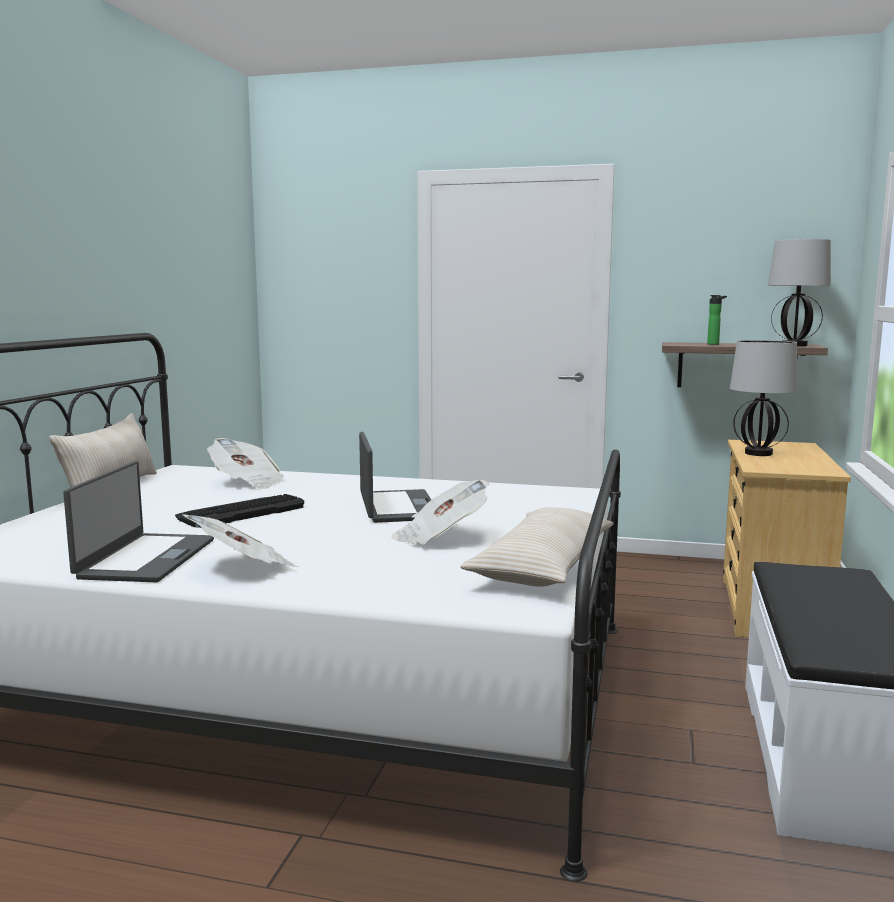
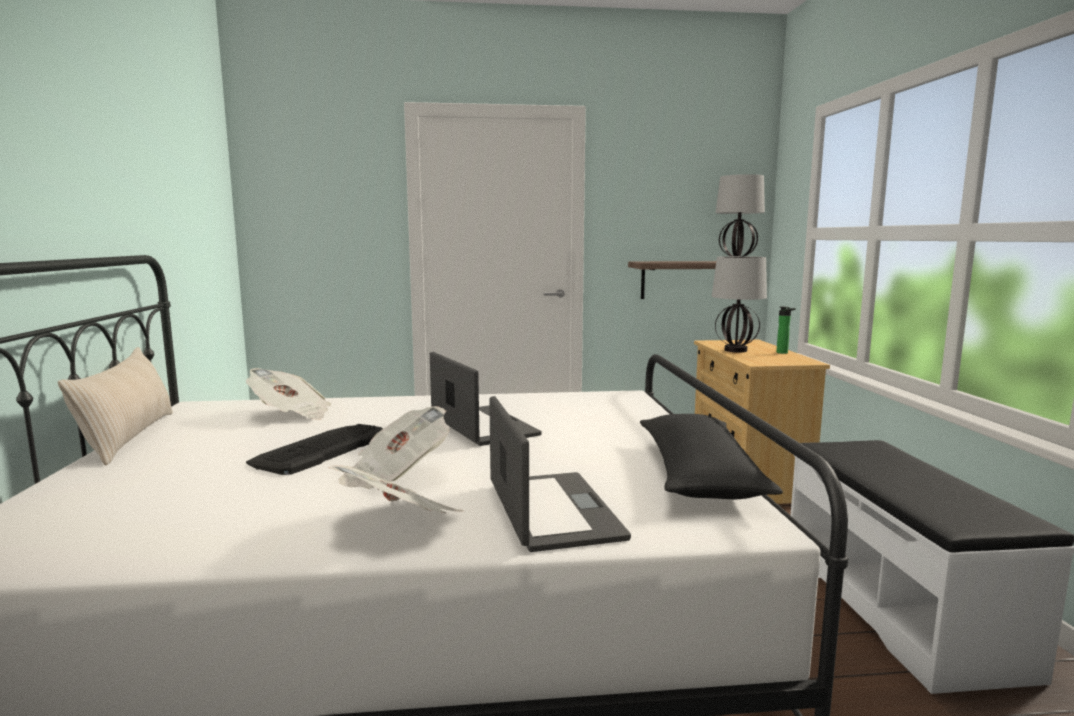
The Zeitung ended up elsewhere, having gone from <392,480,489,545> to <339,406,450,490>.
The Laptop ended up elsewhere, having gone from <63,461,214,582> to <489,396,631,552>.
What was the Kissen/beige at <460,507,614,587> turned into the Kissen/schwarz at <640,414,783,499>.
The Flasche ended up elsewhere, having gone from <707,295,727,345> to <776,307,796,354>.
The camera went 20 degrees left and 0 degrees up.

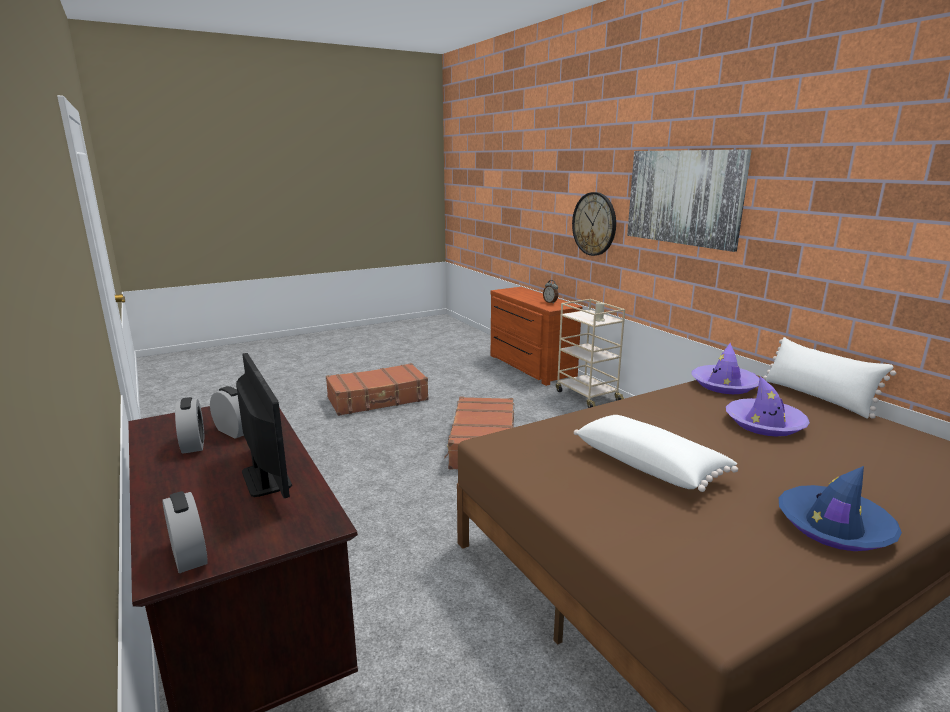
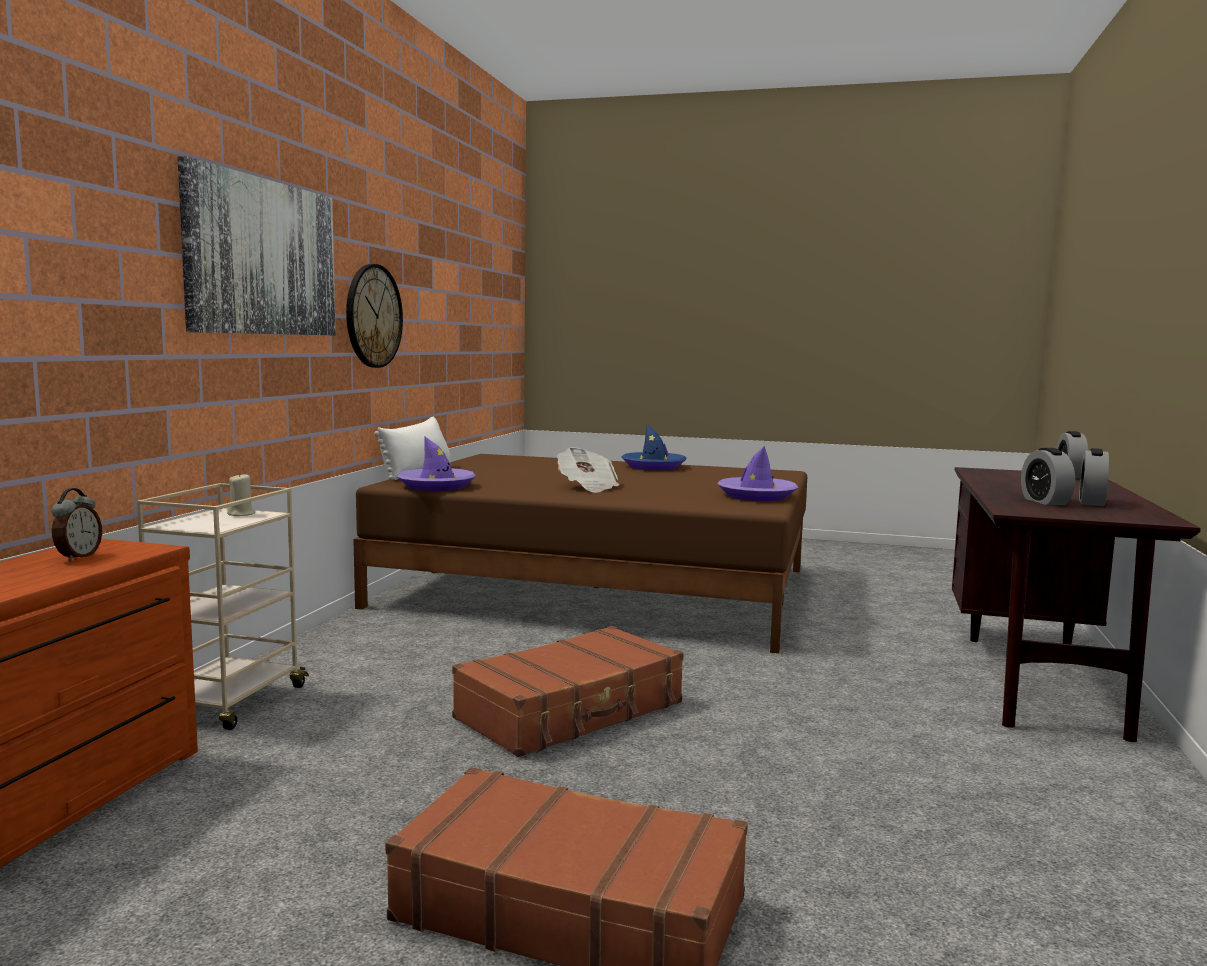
The Wanduhr ended up elsewhere, having gone from <572,192,616,256> to <346,264,403,368>.
The second view gained the Zeitung at <557,447,619,493>.
The Hut/lila ended up elsewhere, having gone from <726,376,810,437> to <718,446,799,501>.
The second view lost the Monitor at <236,353,292,498>.
The second view lost the Kissen/weiß at <574,415,738,492>.
The camera went 135 degrees left and 10 degrees down.

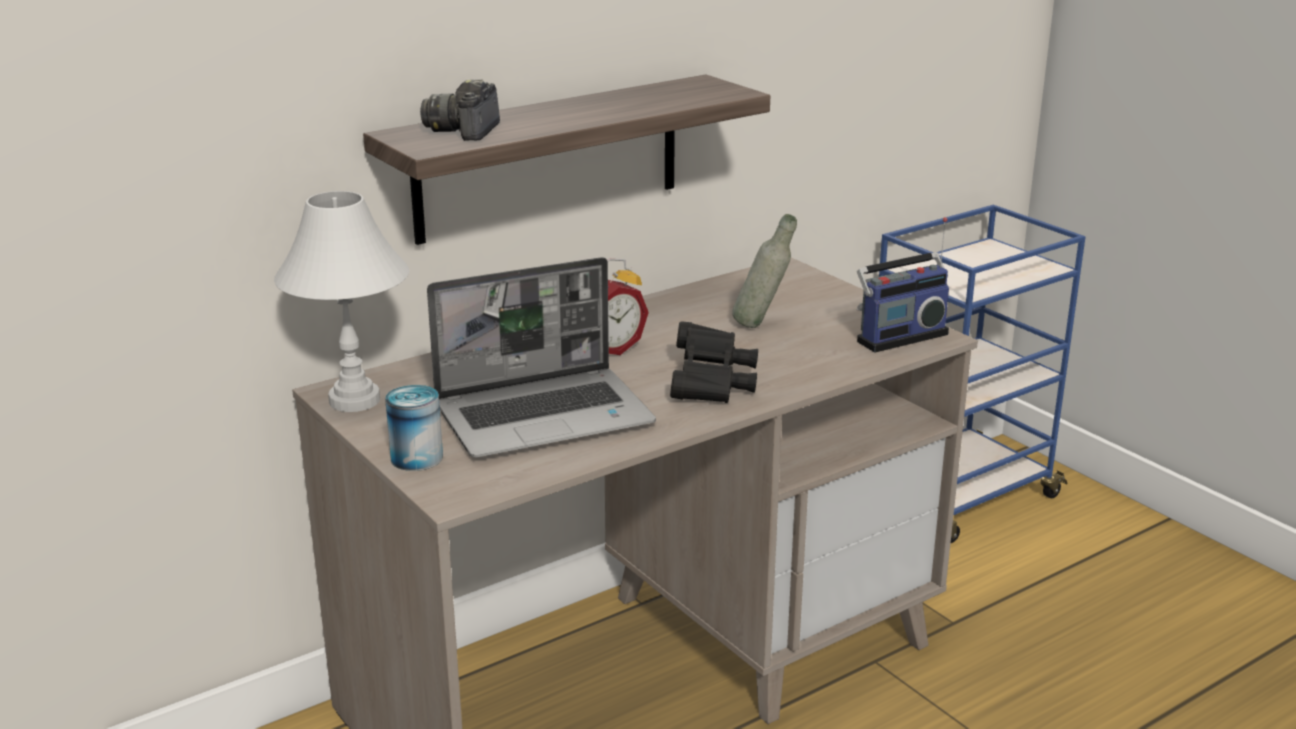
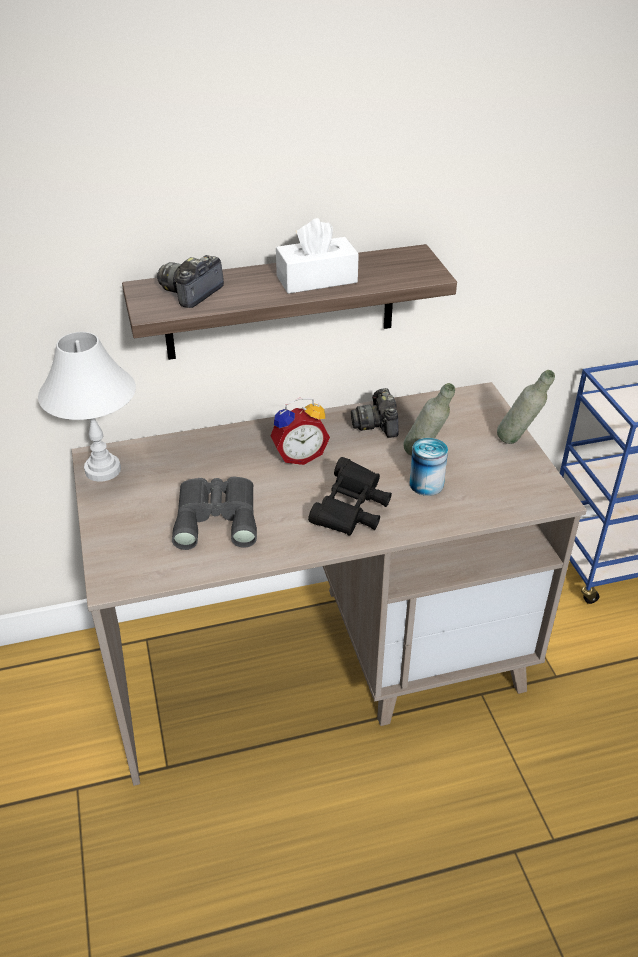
Where the Laptop stood at <427,257,656,457>, the Fernglas/grau came to stand at <172,476,257,550>.
The second view gained the Taschentuchbox/weiß at <276,218,359,294>.
The second view gained the Kamera at <351,388,399,438>.
The Dose ended up elsewhere, having gone from <385,385,443,471> to <410,438,448,496>.
The second view gained the Flasche/grau at <497,370,555,444>.
The second view lost the Radio at <857,217,949,352>.
The camera went 20 degrees right and 15 degrees up.

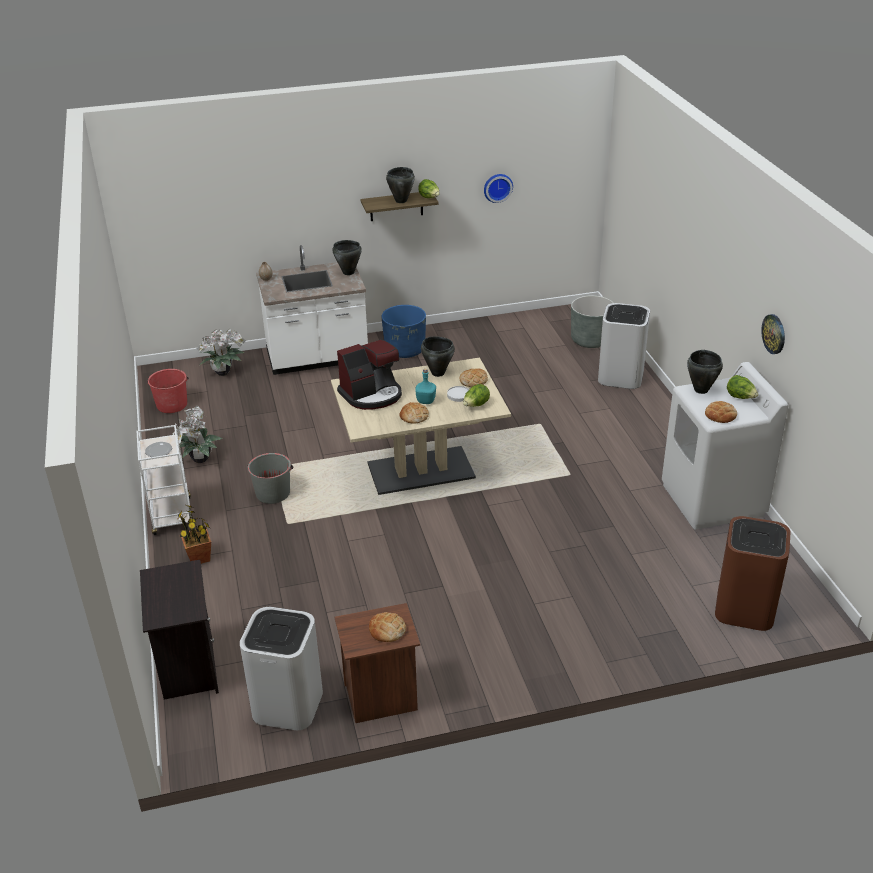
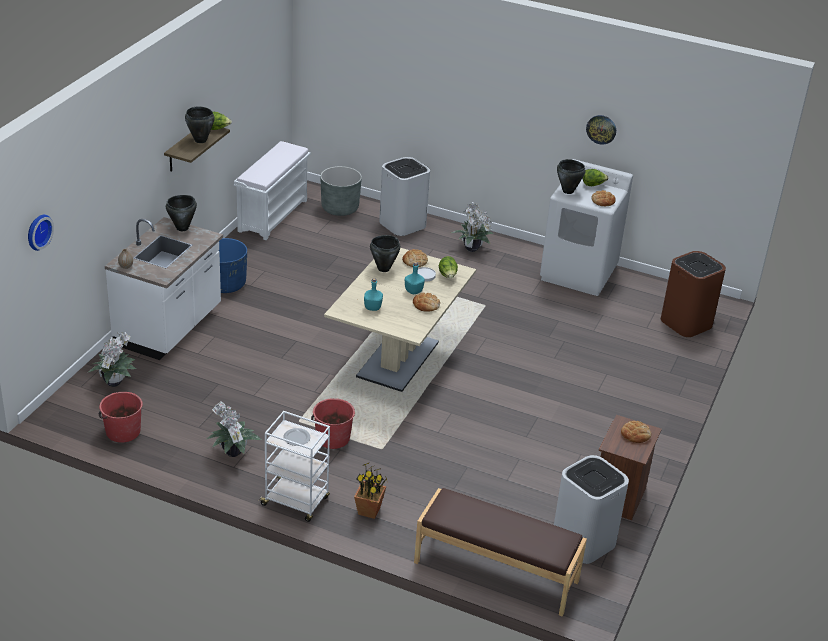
The Wanduhr ended up elsewhere, having gone from <484,174,513,203> to <28,214,54,251>.
The second view gained the Bank/weiß at <234,141,311,240>.
What was the Eimer/grau at <247,453,293,504> turned into the Eimer/rot at <311,398,355,449>.
Where the Kaffeemaschine stood at <337,339,402,410>, the Flasche/türkis came to stand at <364,278,383,311>.
Where the Nachttisch/schwarz stood at <140,560,219,700>, the Bank/braun came to stand at <414,488,587,616>.
The second view gained the Topfpflanze at <451,202,493,252>.
The camera went 55 degrees left and 0 degrees up.

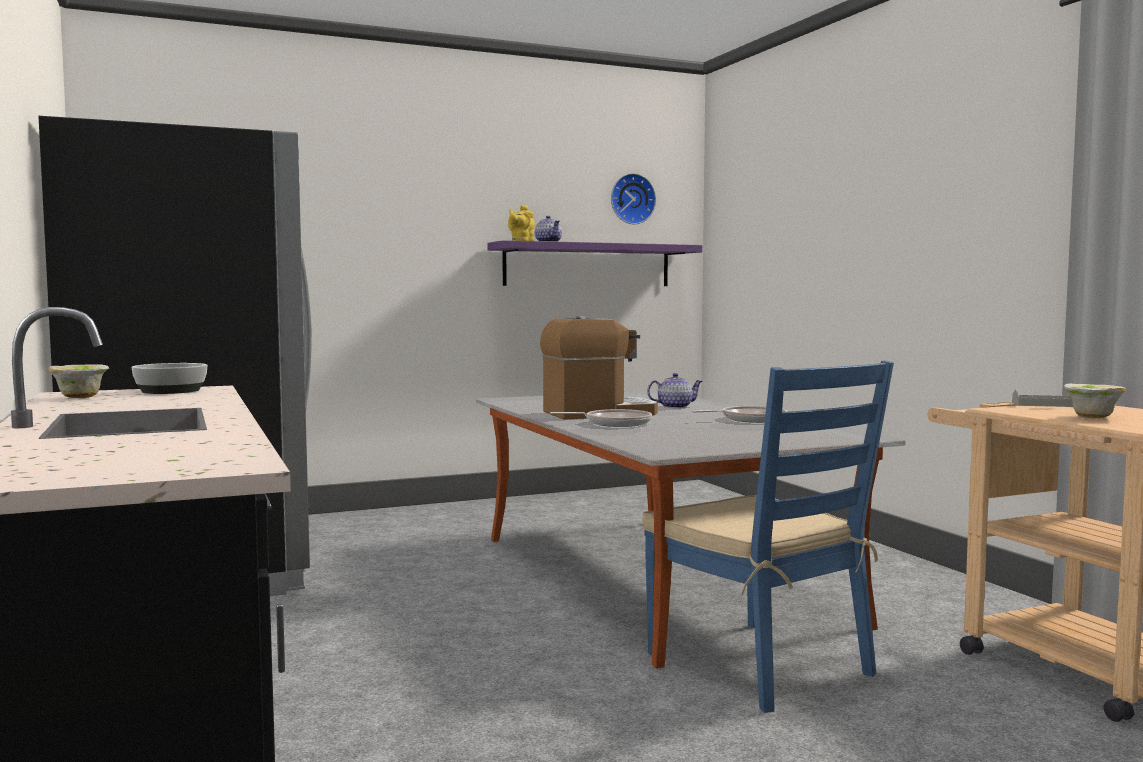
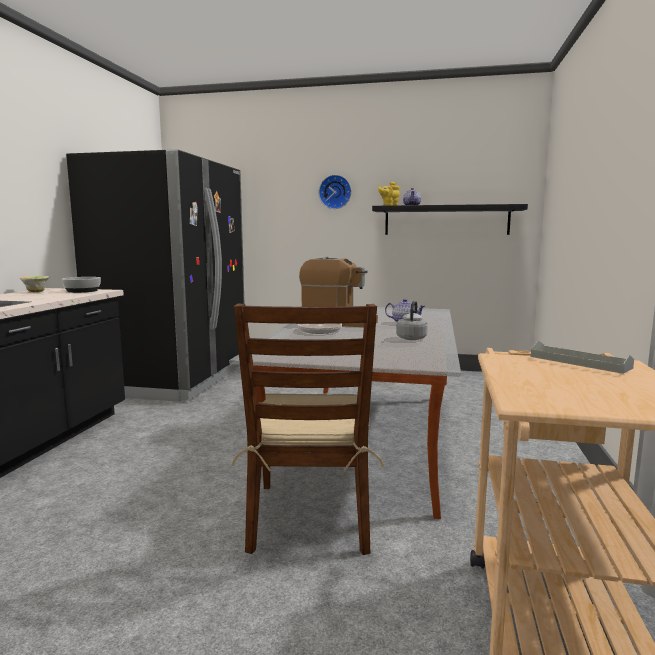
What was the Stuhl/blau at <642,360,894,713> turned into the Stuhl/braun at <231,304,384,555>.
The Wanduhr ended up elsewhere, having gone from <611,173,656,224> to <319,175,351,209>.
What was the Wandregal/lila at <487,240,702,286> turned into the Wandregal/schwarz at <372,204,528,235>.
Where the Pfanne stood at <692,406,787,423>, the Wasserkessel/grau came to stand at <396,301,428,340>.
The second view lost the Schüssel at <1064,384,1126,418>.
The camera went 35 degrees right and 5 degrees up.

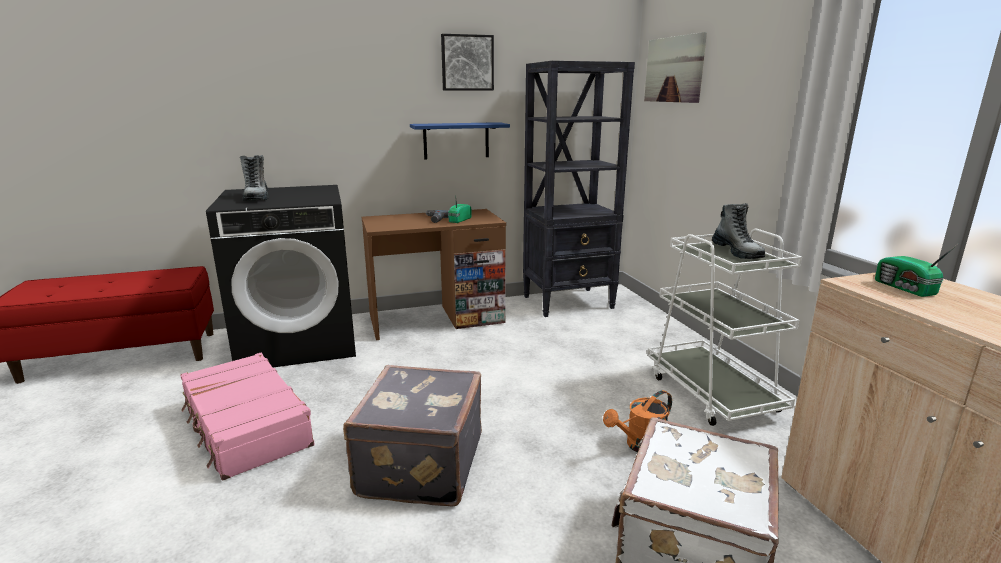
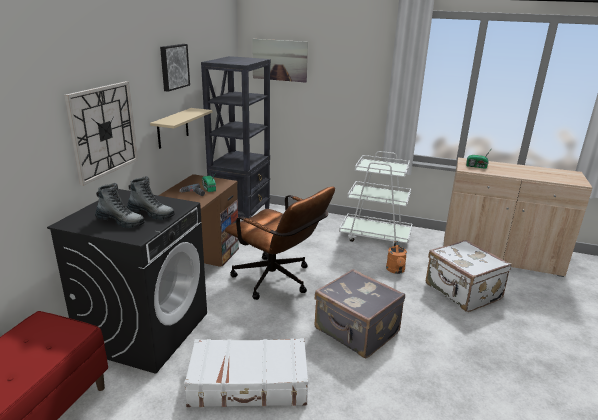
The second view gained the Wanduhr at <64,81,138,186>.
The Stiefel ended up elsewhere, having gone from <712,203,765,259> to <127,176,175,220>.
What was the Wandregal/blau at <410,122,510,159> turned into the Wandregal/beige at <150,108,212,149>.
What was the Koffer/rosa at <180,353,315,481> turned into the Koffer/weiß at <184,338,308,407>.
The second view gained the Bürostuhl/braun at <225,187,335,300>.
The camera went 55 degrees left and 5 degrees up.

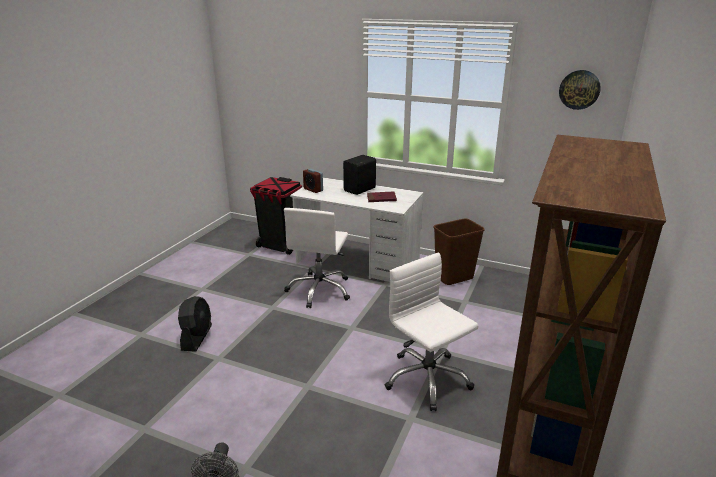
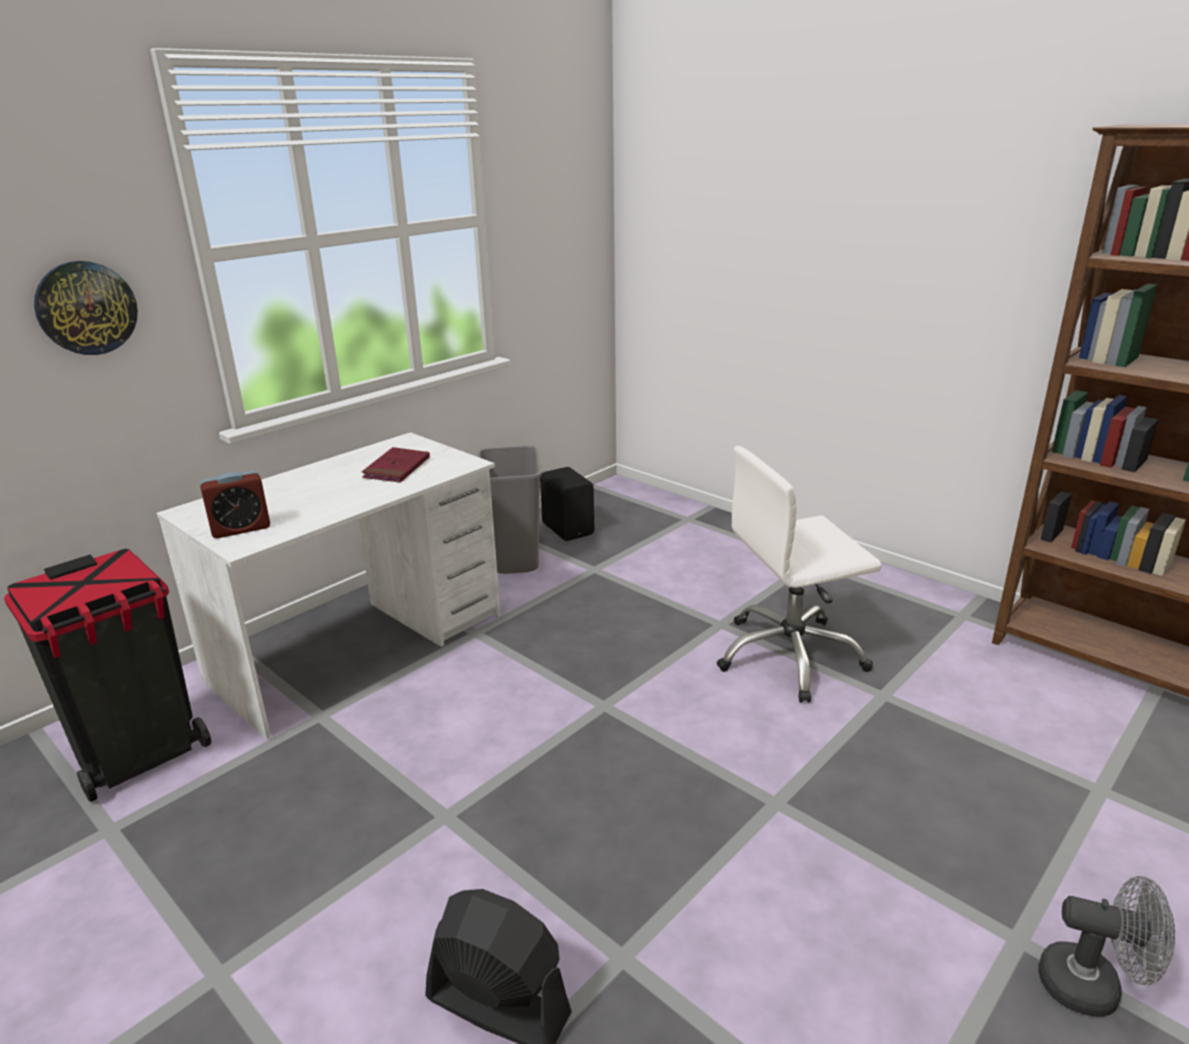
The Wanduhr ended up elsewhere, having gone from <559,70,601,110> to <34,261,138,355>.
What was the Mülleimer/braun at <433,218,485,285> turned into the Mülleimer/grau at <478,445,542,574>.
The Lautsprecher/schwarz ended up elsewhere, having gone from <343,155,376,195> to <540,467,594,541>.
The second view lost the Bürostuhl/weiß at <284,208,350,308>.
The camera went 70 degrees left and 0 degrees up.

